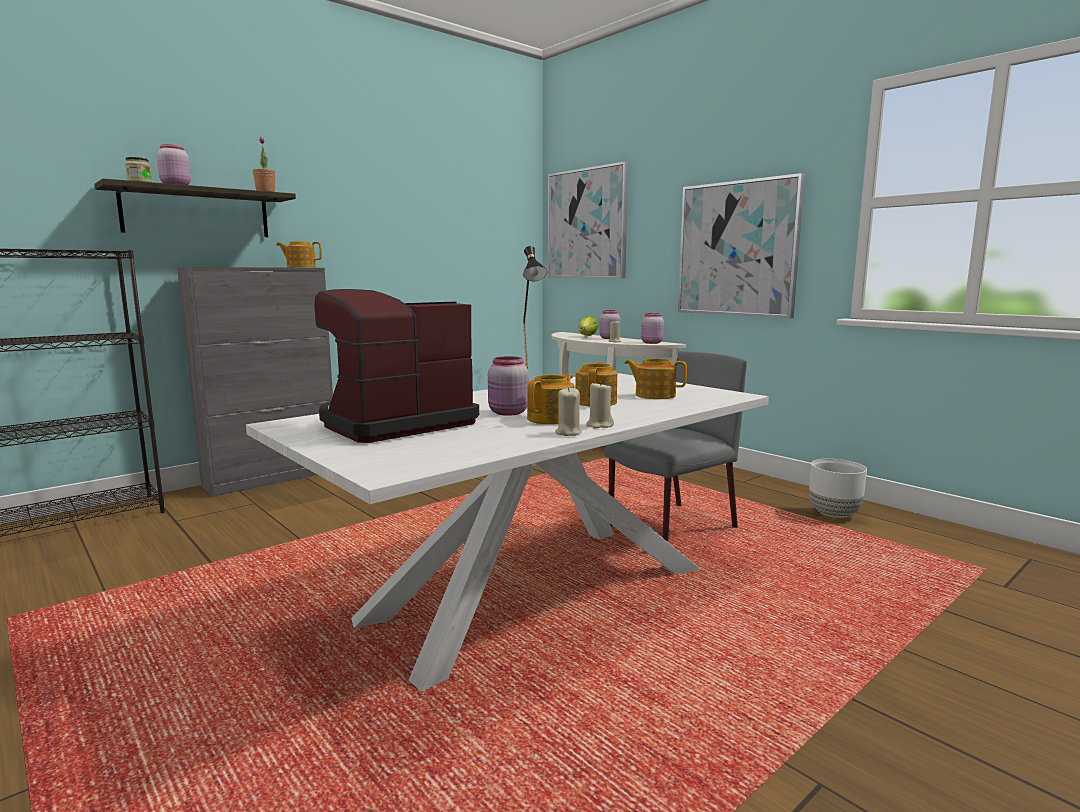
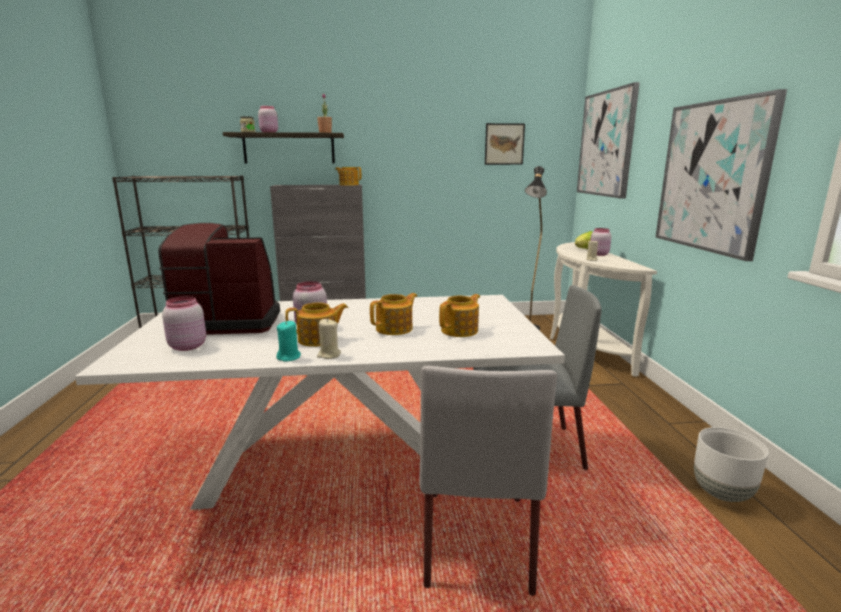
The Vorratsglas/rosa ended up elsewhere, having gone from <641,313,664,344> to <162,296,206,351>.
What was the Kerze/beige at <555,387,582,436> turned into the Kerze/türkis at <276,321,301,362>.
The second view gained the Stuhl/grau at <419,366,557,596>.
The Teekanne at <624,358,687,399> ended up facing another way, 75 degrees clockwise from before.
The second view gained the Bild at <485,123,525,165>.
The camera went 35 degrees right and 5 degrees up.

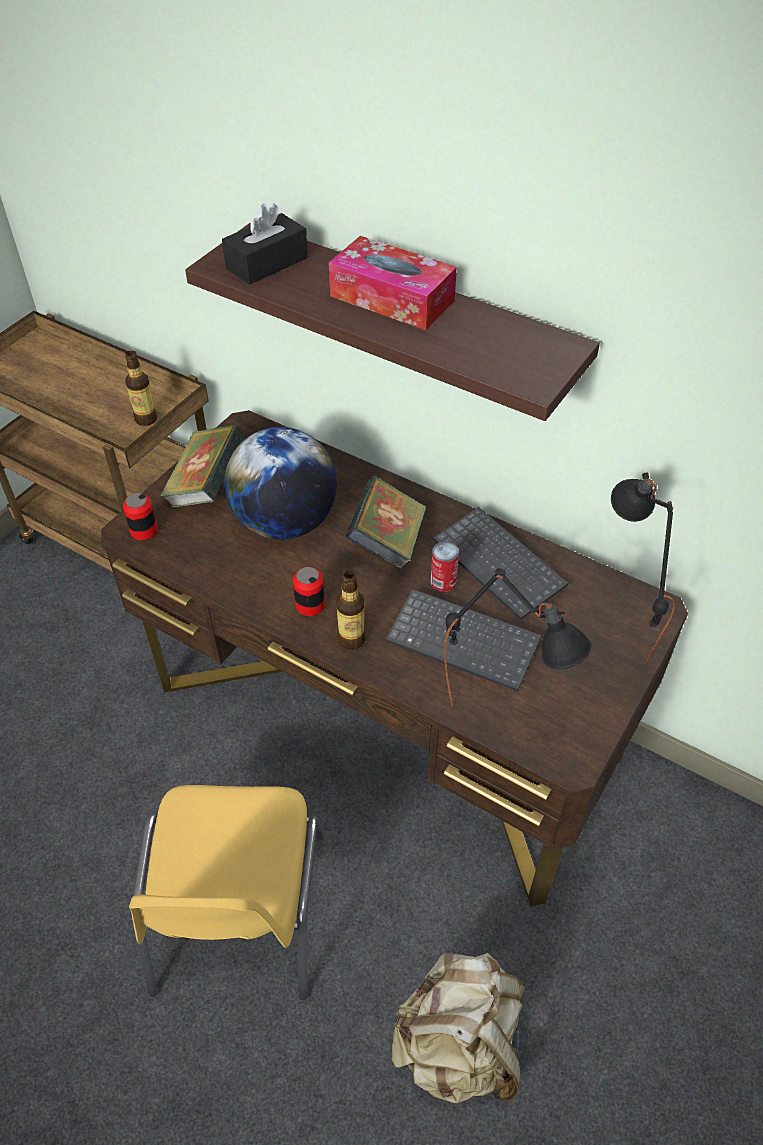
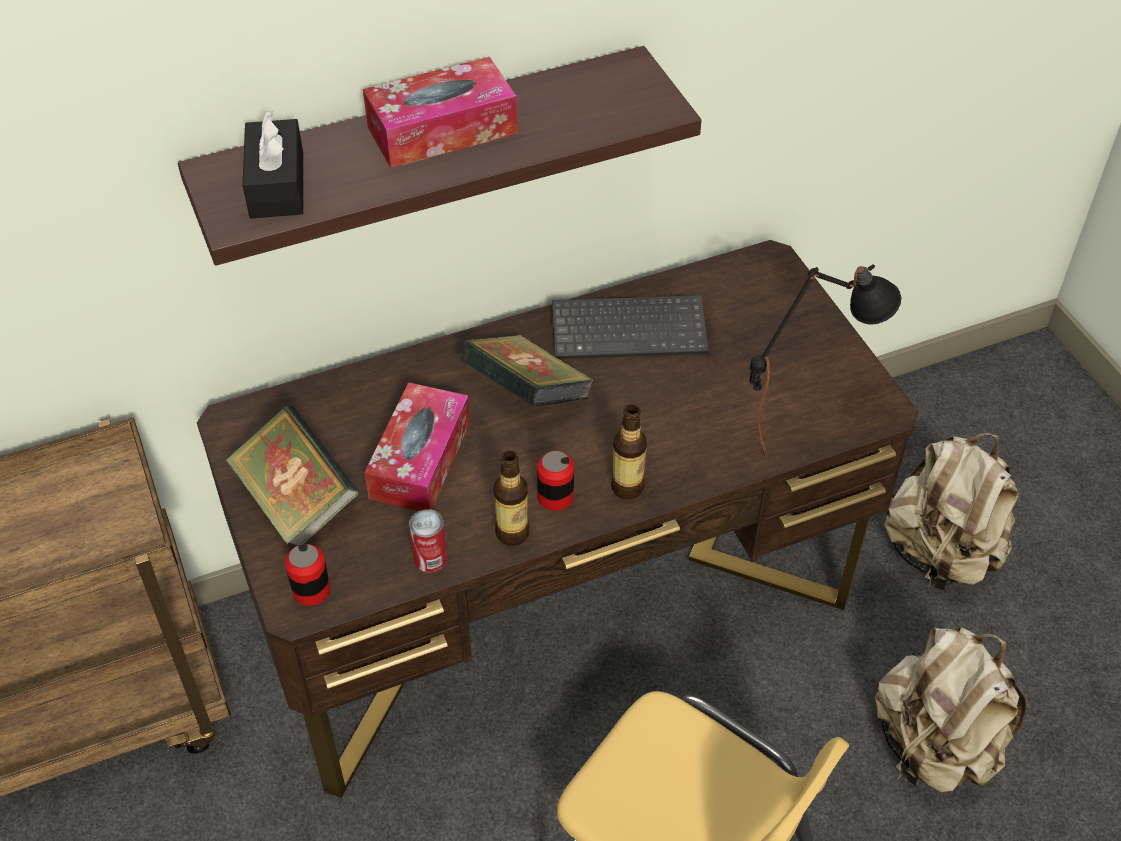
Where the Globus stood at <224,427,337,540>, the Taschentuchbox came to stand at <364,382,470,511>.
The Dose ended up elsewhere, having gone from <431,542,459,592> to <409,509,447,572>.
The Flasche ended up elsewhere, having gone from <125,350,157,426> to <493,451,529,546>.
The second view gained the Rucksack/beige at <884,433,1019,590>.
The second view lost the Tastatur at <386,589,542,691>.
The second view lost the Tischlampe/schwarz at <611,472,675,664>.
The camera went 55 degrees left and 0 degrees up.

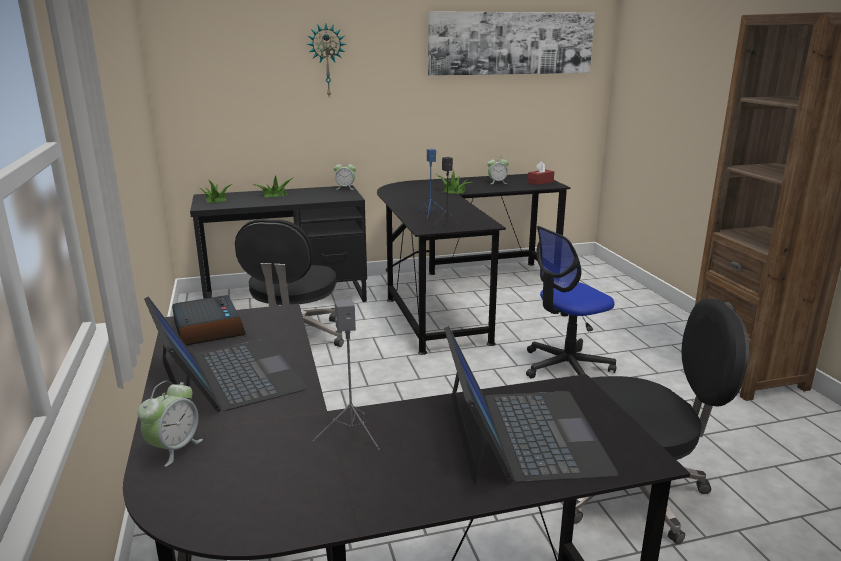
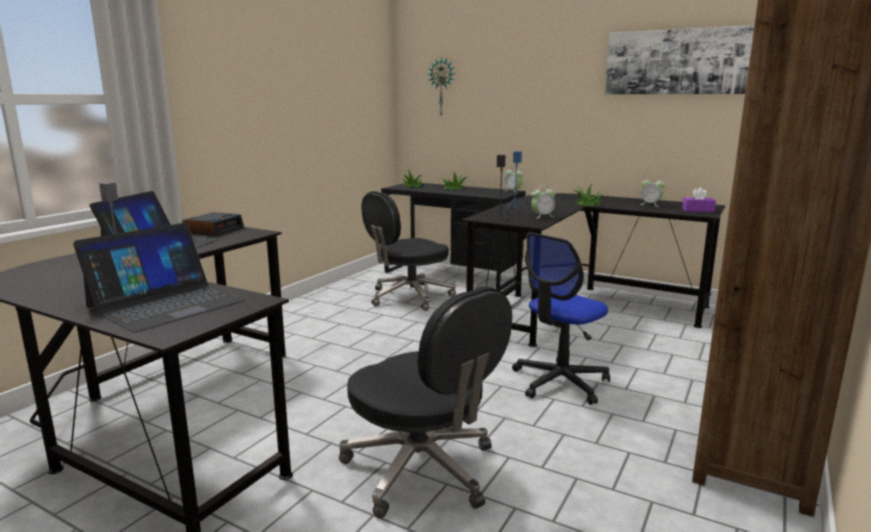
The Wanduhr ended up elsewhere, having gone from <307,24,346,96> to <428,57,455,115>.
The Bürostuhl at <526,226,616,379> ended up facing another way, 60 degrees counterclockwise from before.
The Wecker ended up elsewhere, having gone from <138,381,203,467> to <531,185,555,218>.
What was the Taschentuchbox/rot at <528,161,554,185> turned into the Taschentuchbox/lila at <682,187,716,212>.
The camera went 45 degrees right and 5 degrees down.

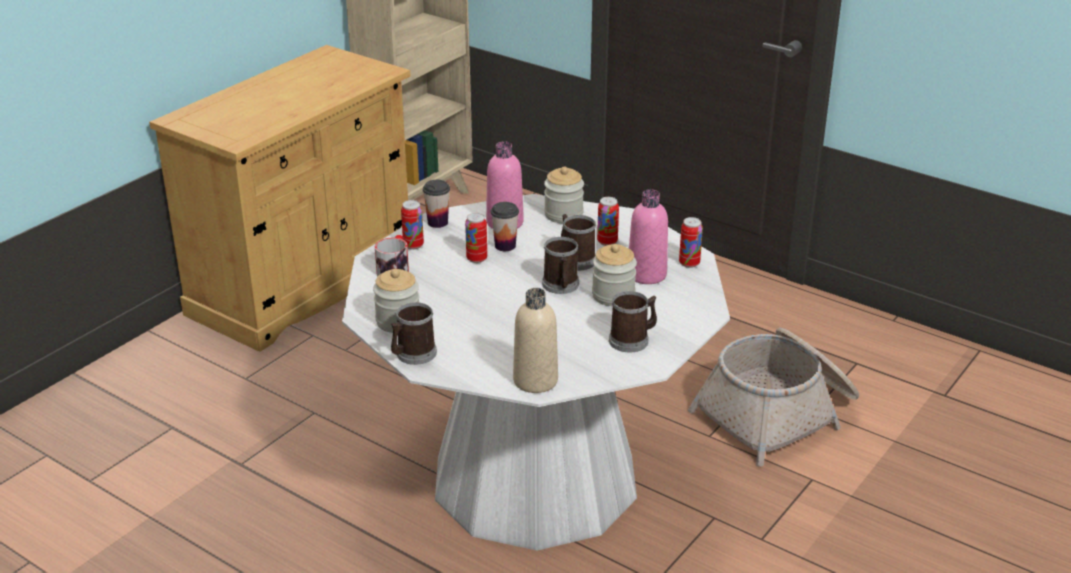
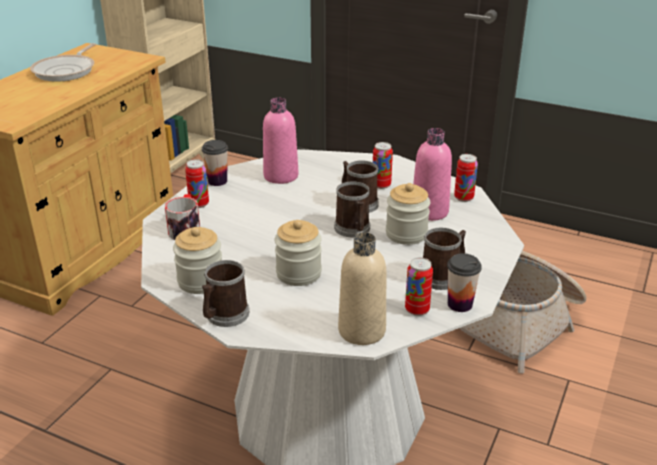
The second view gained the Pfanne at <30,43,96,82>.
The Vorratsglas ended up elsewhere, having gone from <544,167,584,223> to <275,220,322,286>.
The Dose ended up elsewhere, having gone from <465,213,487,263> to <405,257,433,316>.
The Tasse ended up elsewhere, having gone from <491,202,519,251> to <447,253,482,312>.
The camera went 10 degrees left and 0 degrees up.

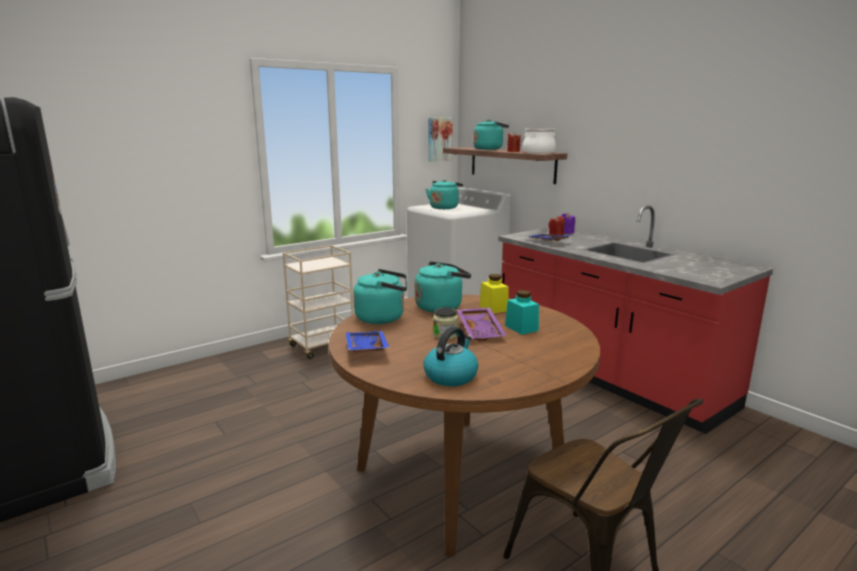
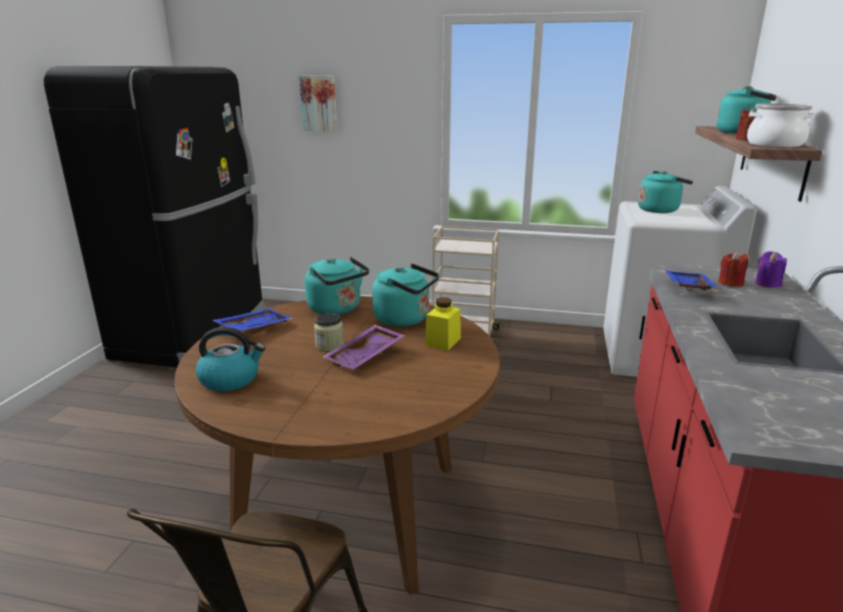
The Bild ended up elsewhere, having gone from <428,117,453,162> to <299,75,337,132>.
The second view lost the Vorratsglas/türkis at <505,290,539,335>.
The camera went 50 degrees right and 5 degrees up.

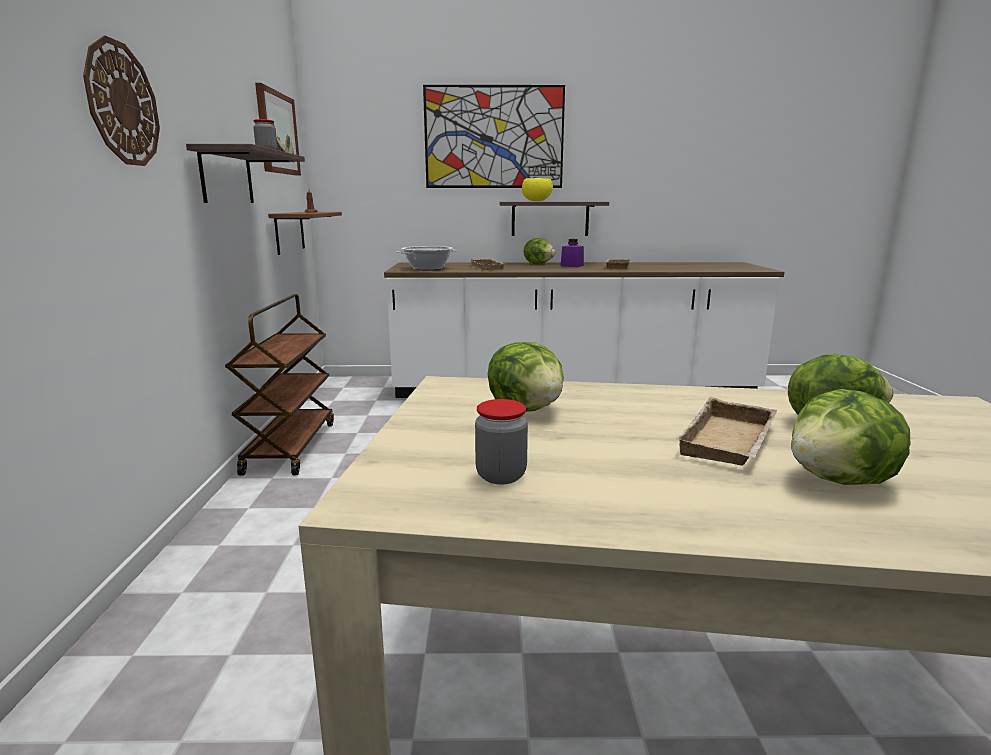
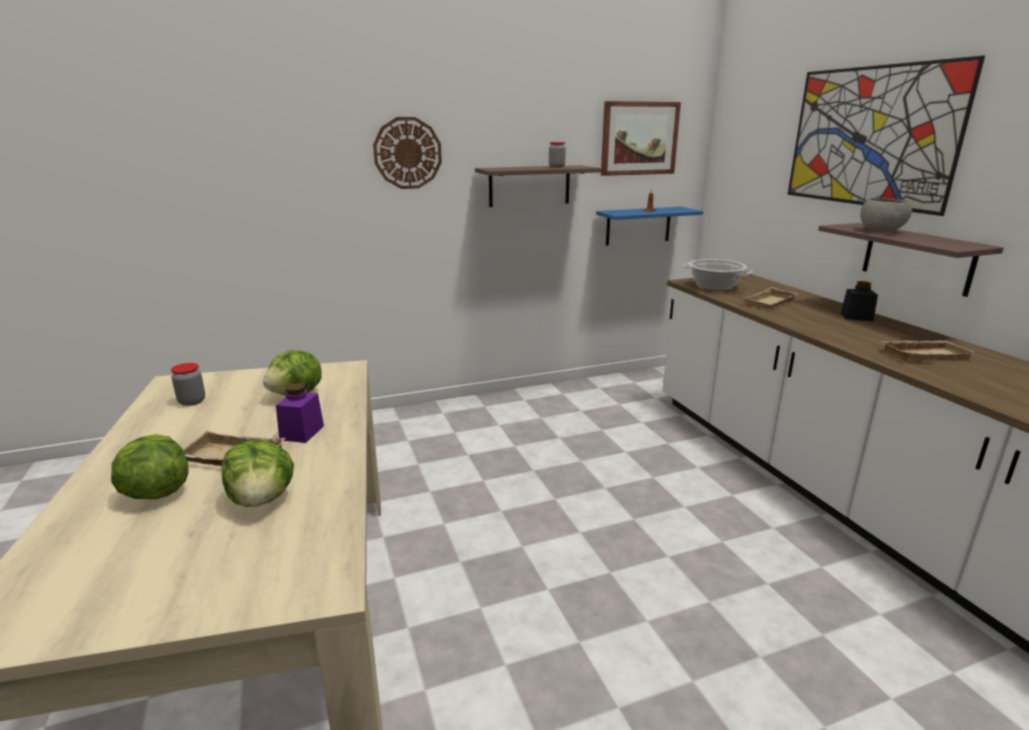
The Vorratsglas/lila ended up elsewhere, having gone from <561,239,584,267> to <276,383,324,443>.
What was the Wandregal/braun at <268,212,342,255> turned into the Wandregal/blau at <596,207,703,246>.
Where the Salatkopf stood at <524,238,556,264>, the Vorratsglas/schwarz came to stand at <841,281,878,321>.
What was the Schüssel/gelb at <522,178,553,201> turned into the Schüssel/grau at <860,198,912,232>.
The second view lost the Rollwagen/braun at <225,294,334,476>.
The camera went 70 degrees right and 5 degrees up.

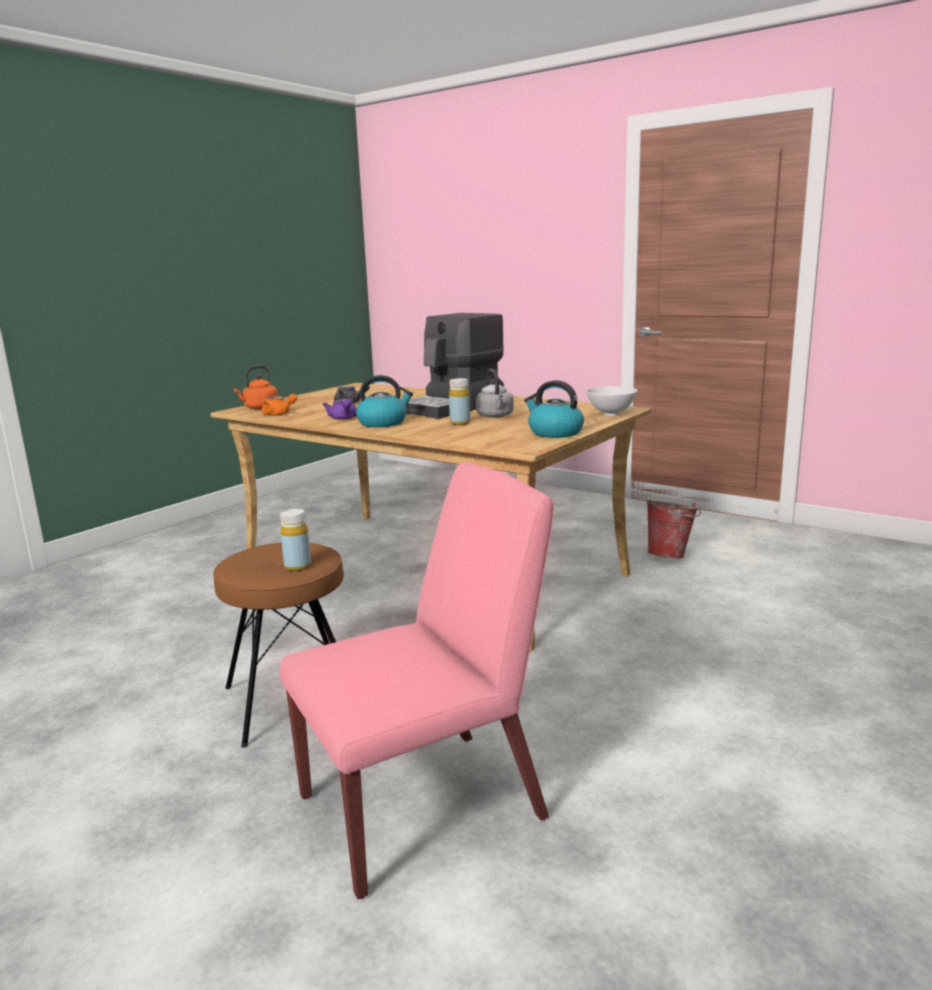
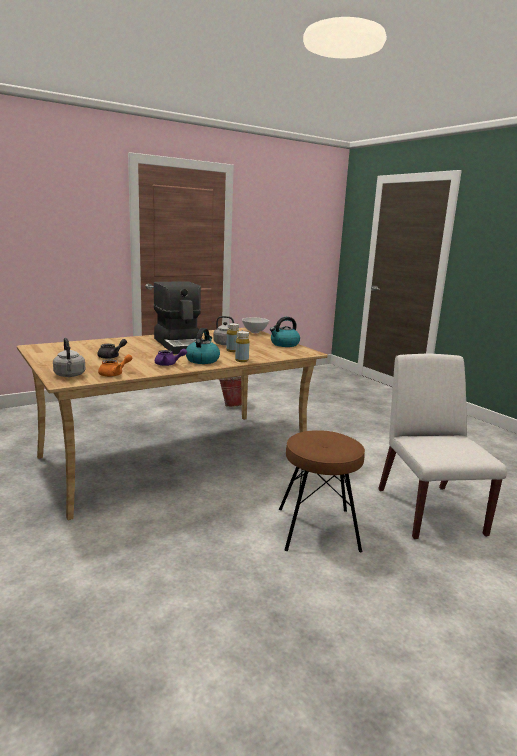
What was the Wasserkessel/orange at <233,365,278,409> turned into the Wasserkessel/grau at <53,338,85,377>.
The Flasche/gelb ended up elsewhere, having gone from <280,509,311,571> to <235,331,249,362>.
What was the Stuhl/rosa at <280,462,554,899> turned into the Stuhl/weiß at <378,353,507,540>.
The camera went 70 degrees left and 0 degrees up.

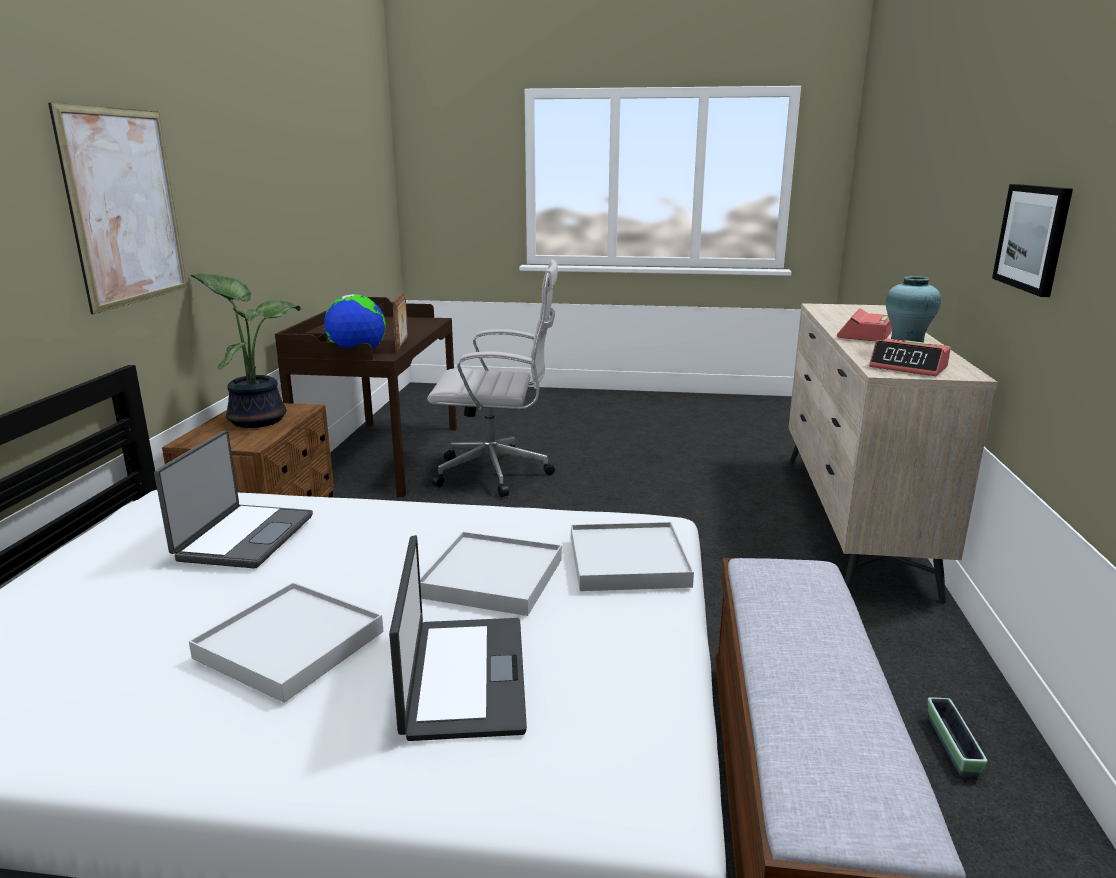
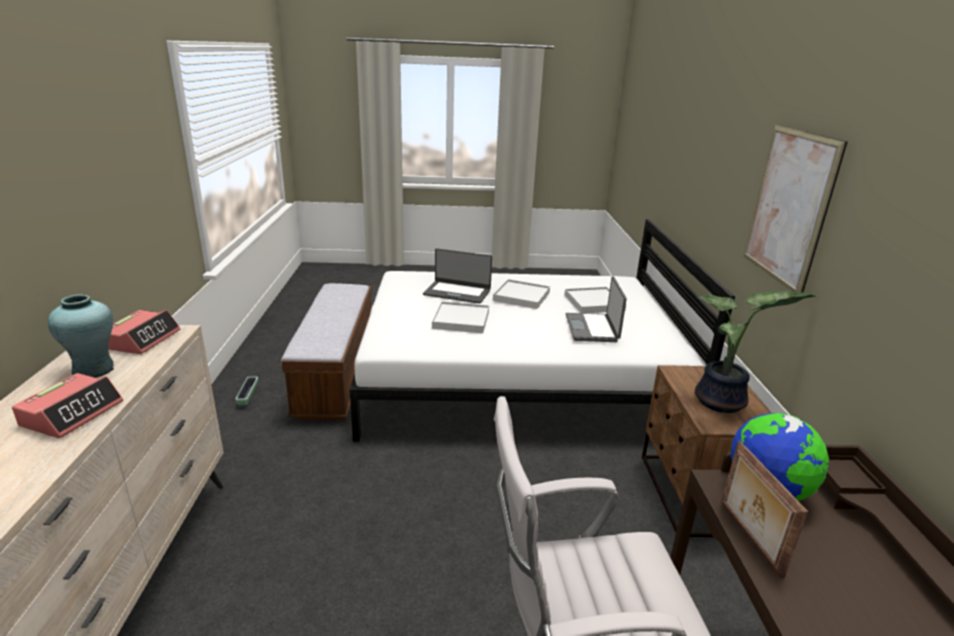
The Wecker at <869,338,951,376> ended up facing another way, 75 degrees clockwise from before.
The Laptop at <389,535,527,741> ended up facing another way, 60 degrees counterclockwise from before.
The Tablett/weiß ended up elsewhere, having gone from <571,522,694,591> to <565,287,626,313>.
The second view lost the Bild at <992,184,1073,297>.
The camera went 170 degrees right and 5 degrees up.

